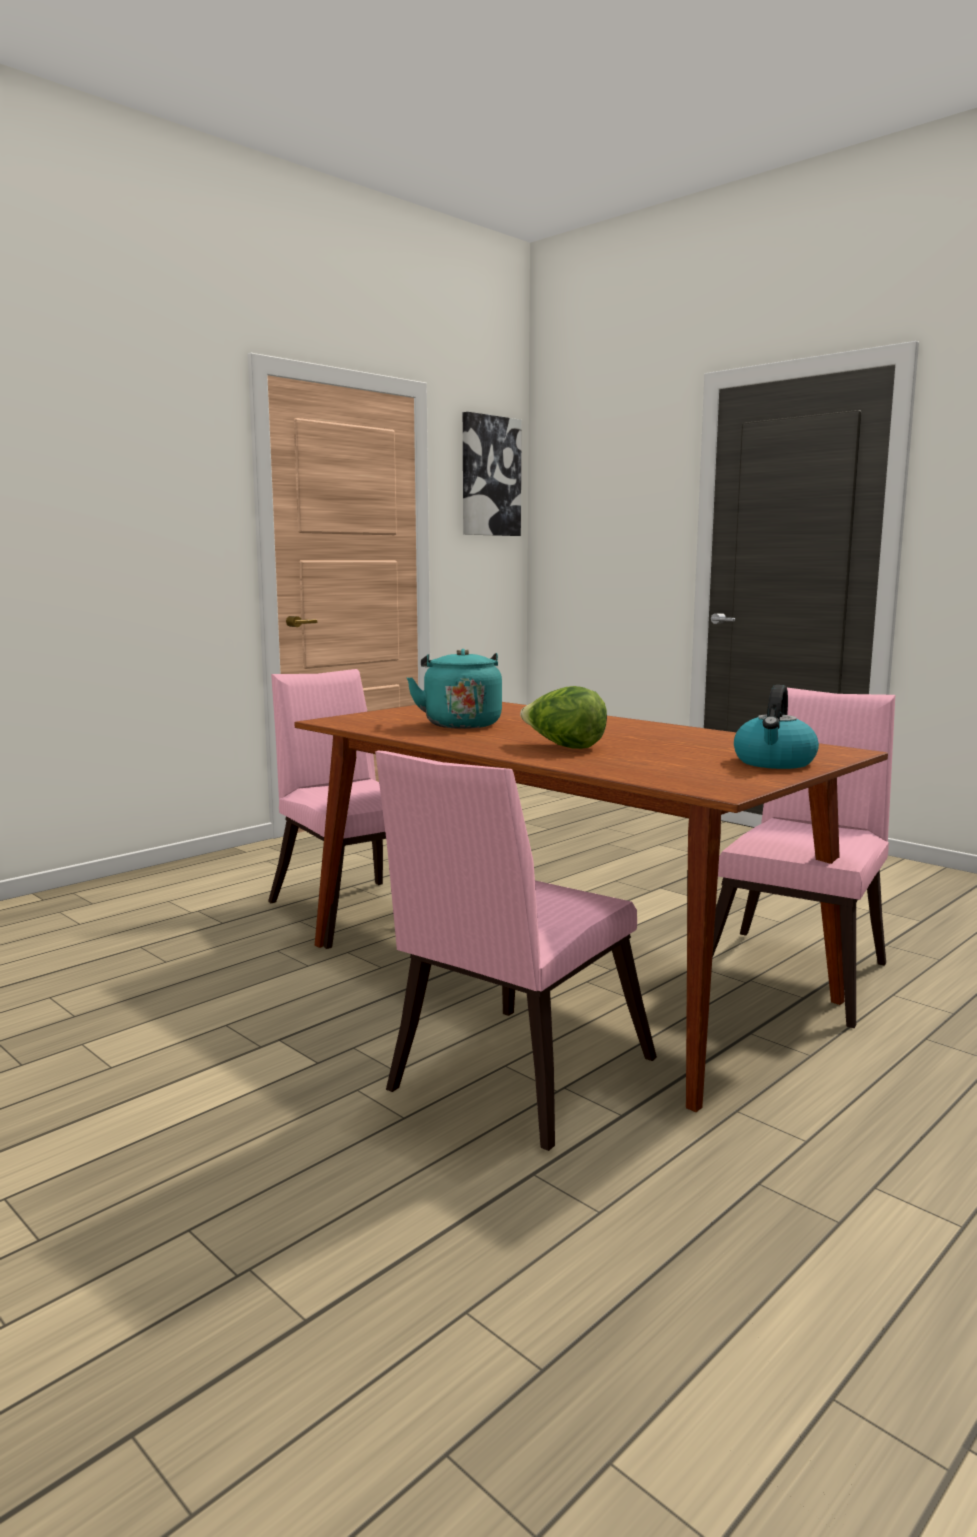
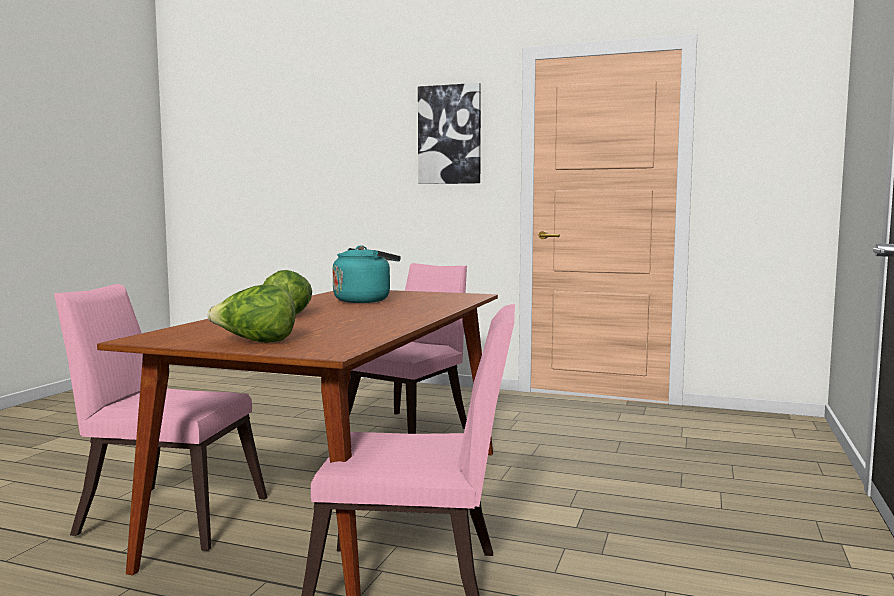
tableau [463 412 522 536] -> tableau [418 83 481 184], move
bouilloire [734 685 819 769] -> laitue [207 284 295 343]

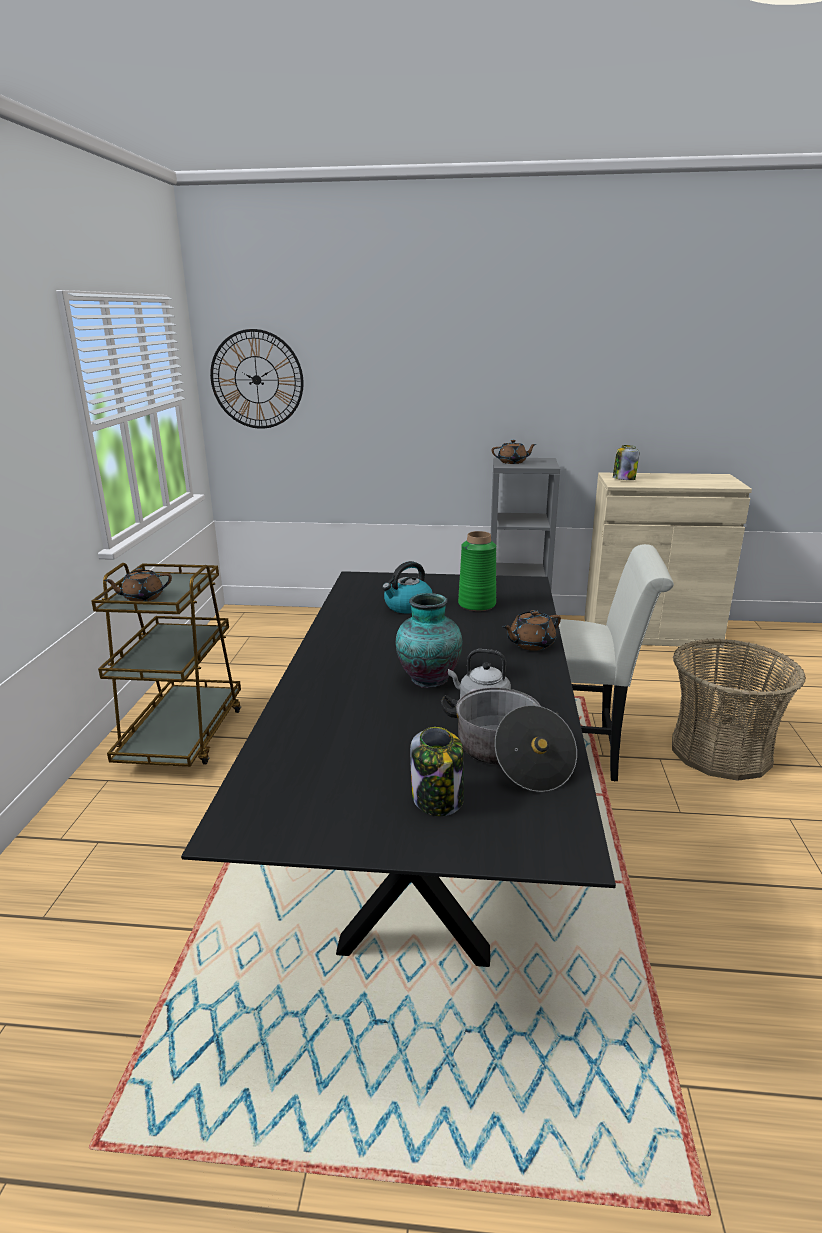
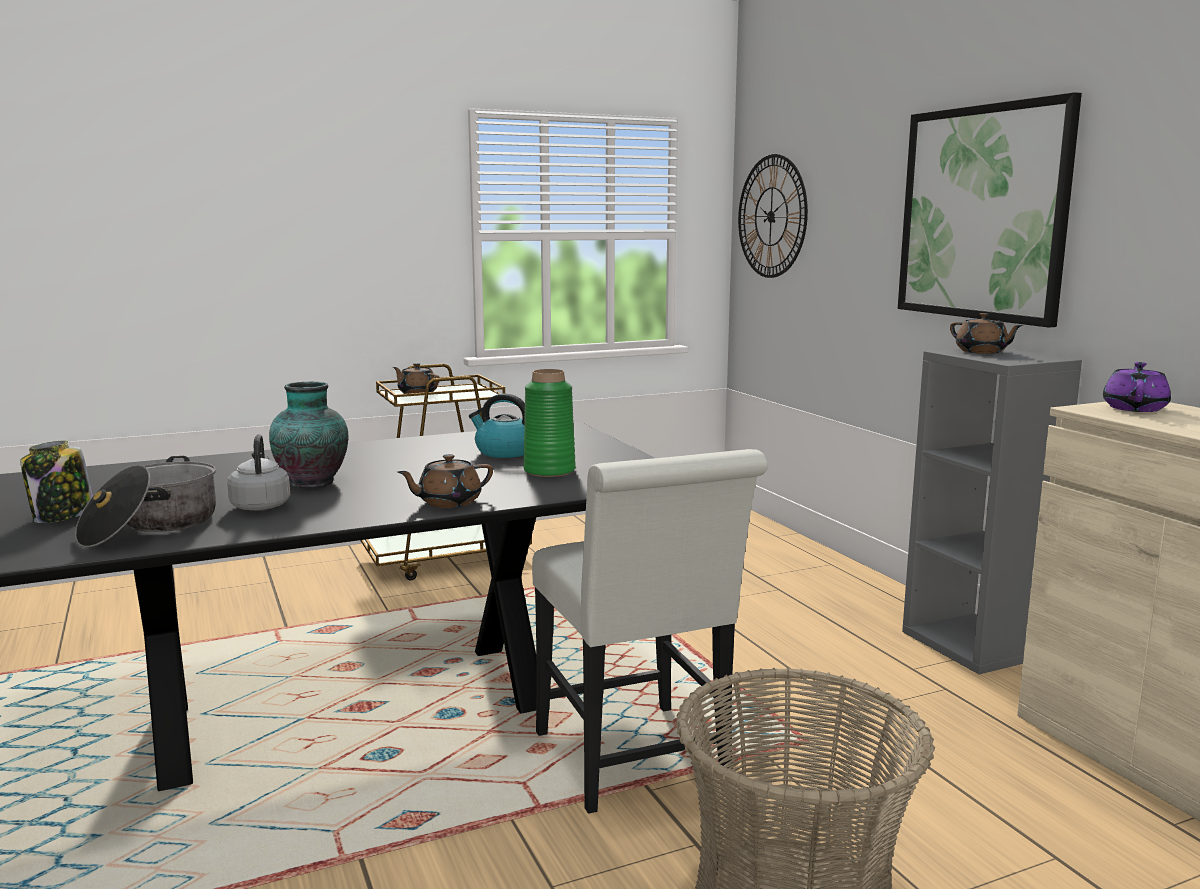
bocal [613 445 639 480] -> théière [violet] [1103 362 1171 412]
théière [marron] [502 610 561 651] -> théière [marron] [397 454 493 508], 60 degrees counterclockwise
none -> tableau [898 92 1082 328]

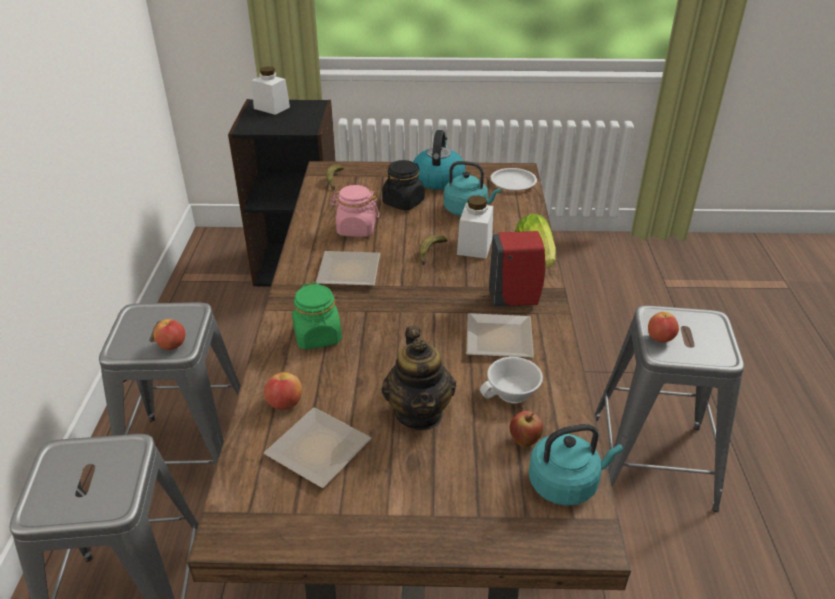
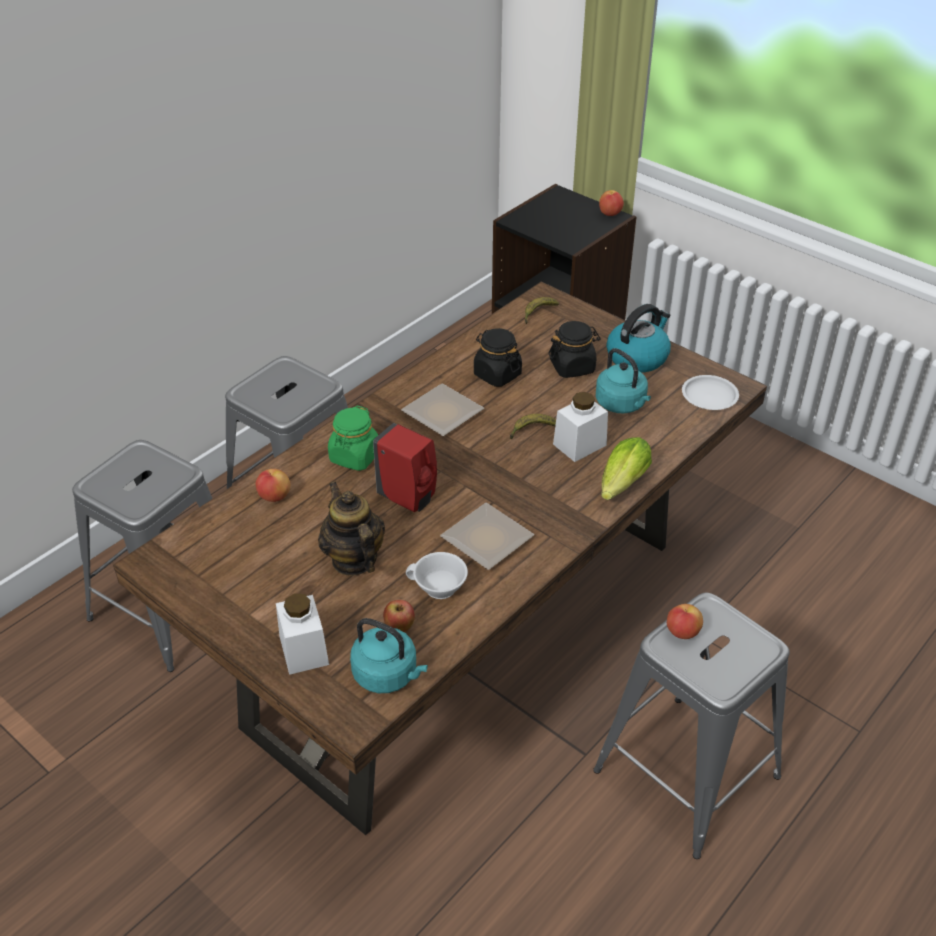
bocal [blanc] [251 67 290 115] -> bocal [blanc] [276 593 329 675], move
bocal [rose] [330 185 380 237] -> bocal [noir] [474 328 522 387]
distributeur de savon [rouge] [489 231 545 306] -> distributeur de savon [rouge] [373 423 437 512], move
pomme [153 319 185 350] -> pomme [599 190 624 216], move
théière [381 326 456 430] -> théière [318 481 385 576], 120 degrees clockwise
assiette [264 407 372 488] -> none

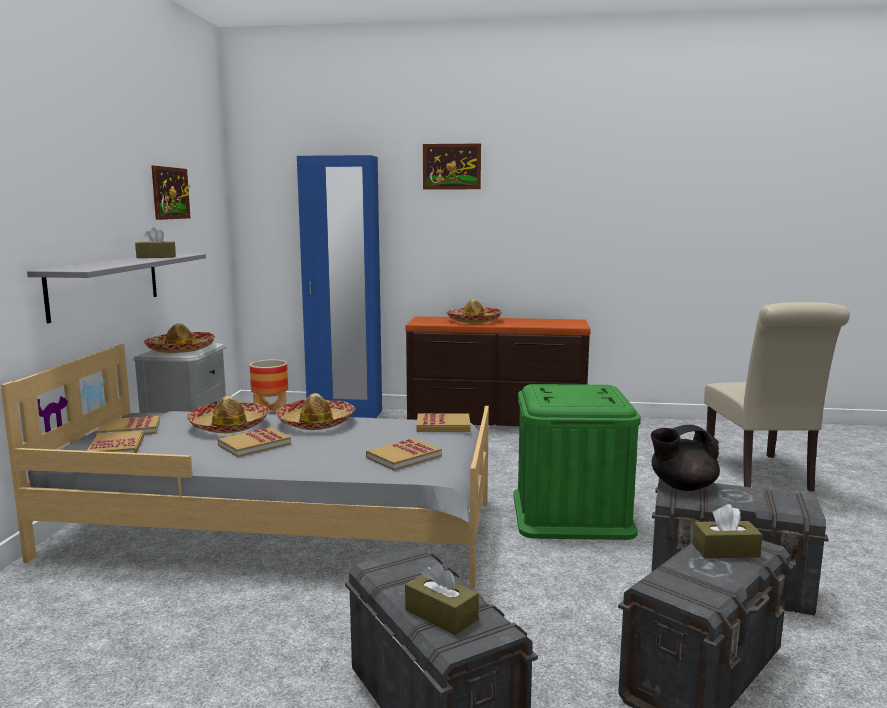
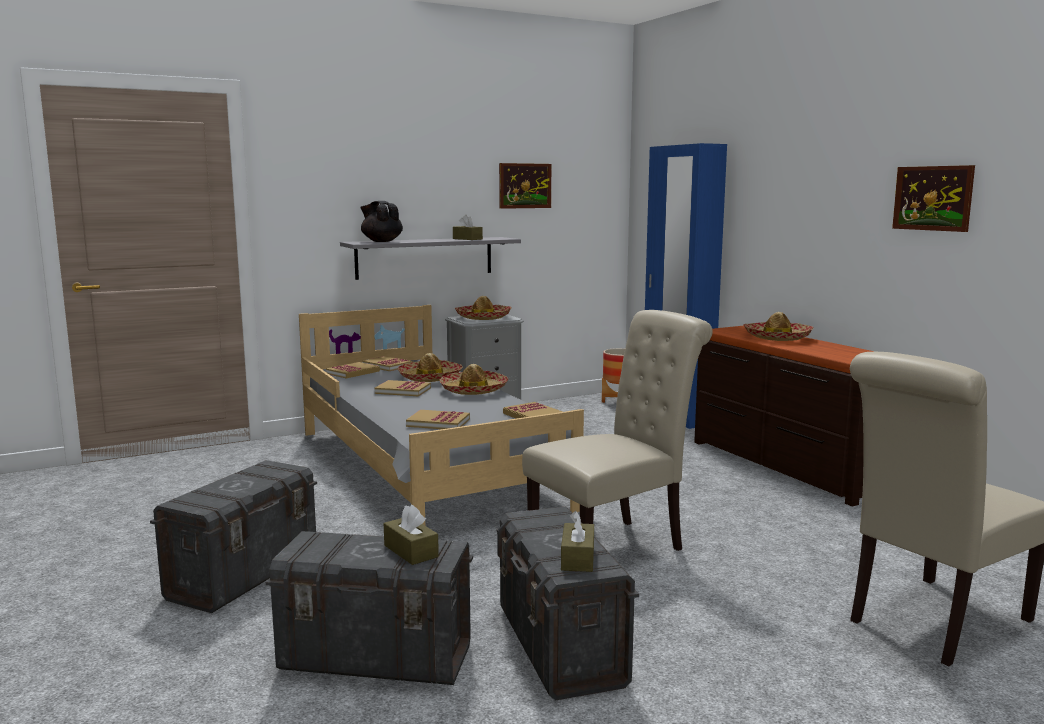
tableau [423 143 481 190] -> tableau [892 165 975 232], move
boîte de rangement [vert] [513 384 641 540] -> chaise [beige] [522 310 713 551]
théière [noir] [651 425 720 491] -> théière [noir] [360 201 403 242], move
boîte à mouchoirs [marron] [405 563 479 635] -> boîte à mouchoirs [marron] [561 511 594 572], move

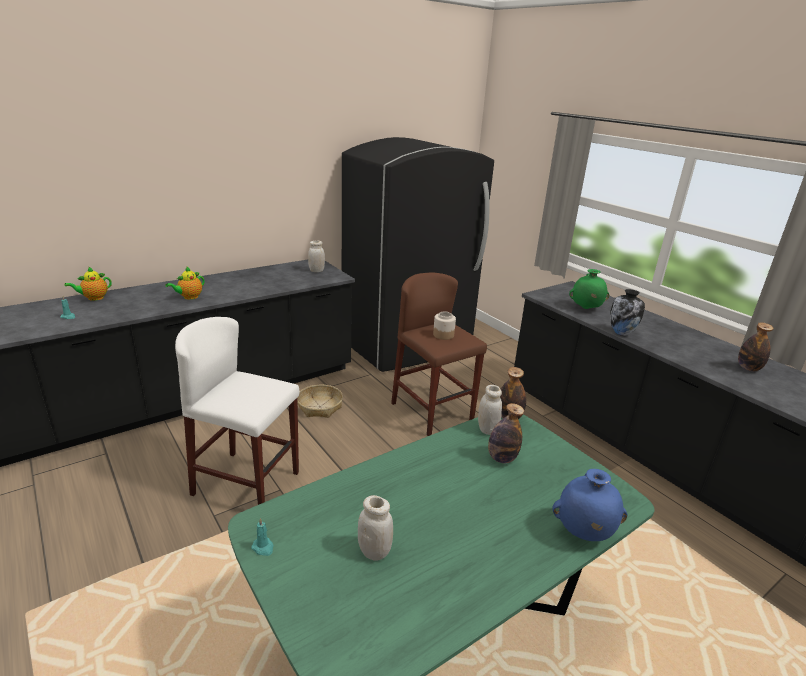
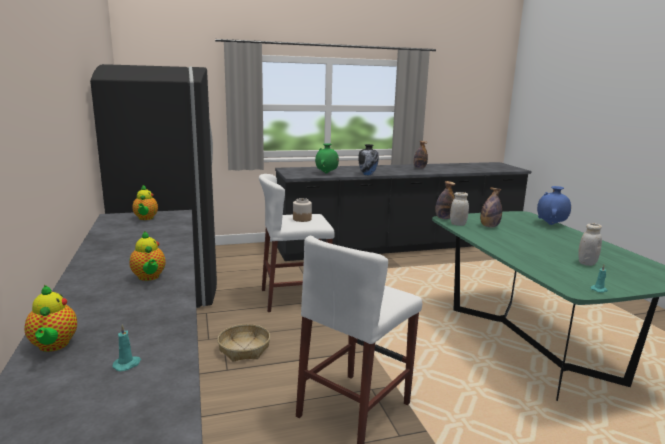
bocal [blanc] [308 241 325 272] -> théière [132 185 158 220]
tabouret [marron] [391 272 487 436] -> tabouret [blanc] [259 174 335 312]

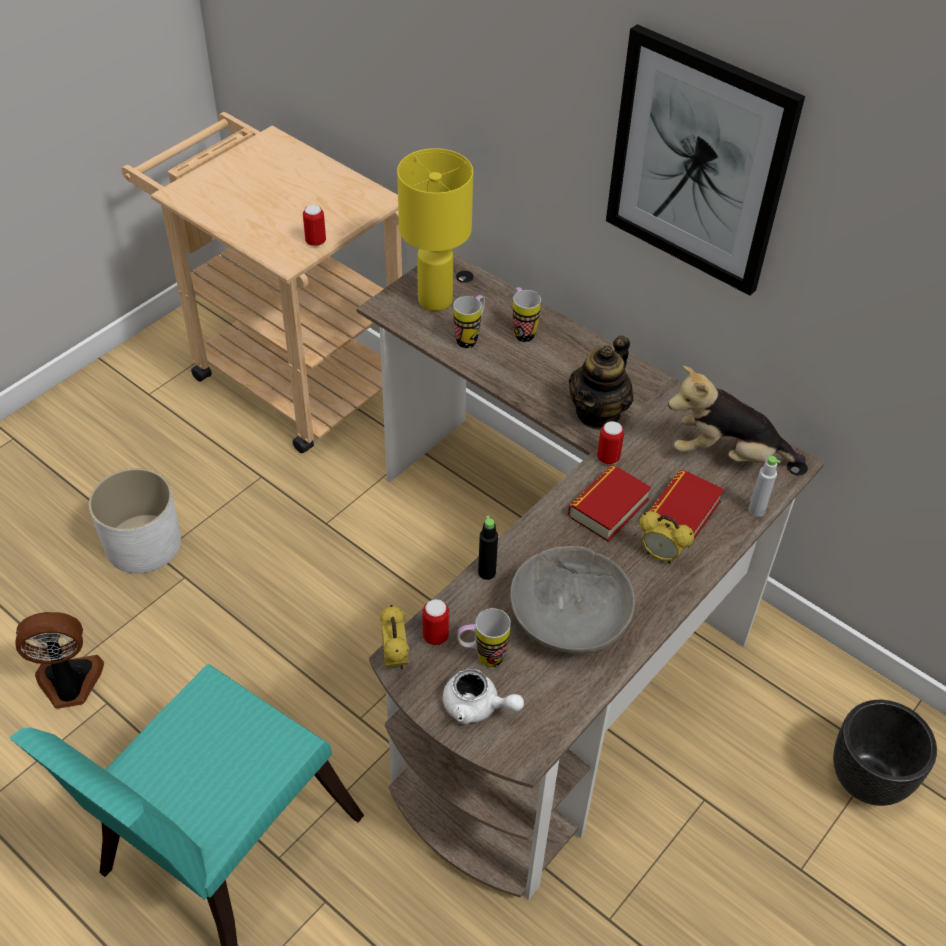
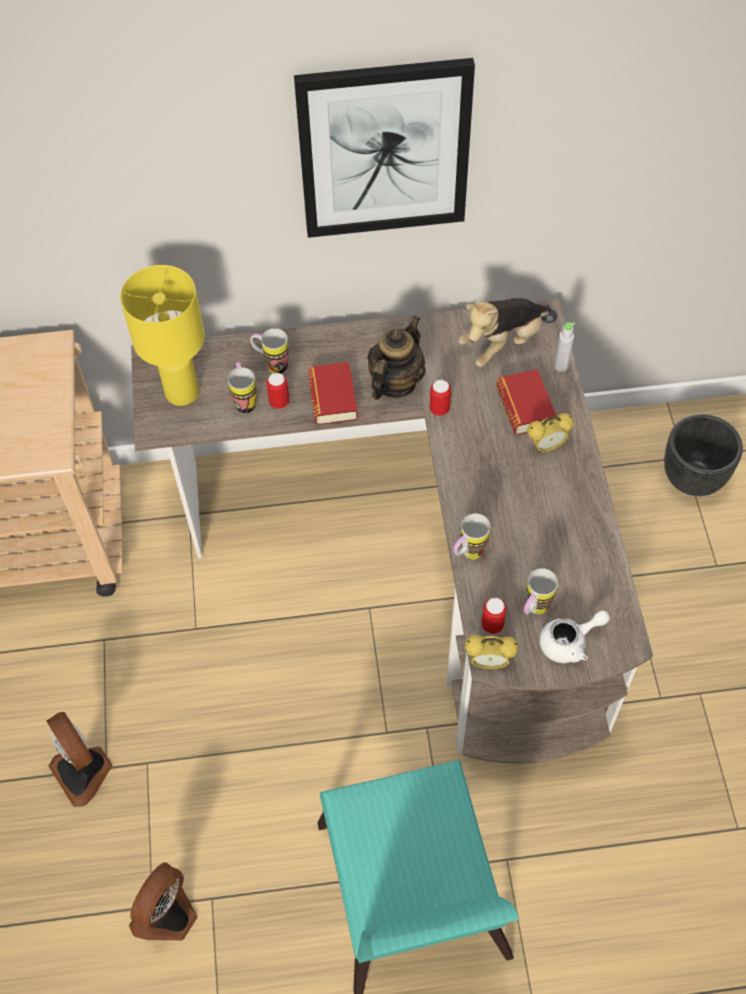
boîte métallique [303 205 326 246] -> boîte métallique [266 373 289 409], move
théière [569 335 633 430] -> théière [367 316 426 400], 135 degrees counterclockwise
livre [568 465 651 542] -> livre [308 362 358 425], move
cache-pot [blanc] [89 468 181 573] -> ventilateur [46 712 112 807]
bouteille [noir] [478 516 498 580] -> mug [453 513 490 559]
bol [gris] [510 546 635 654] -> none
réveil [380 605 409 670] -> réveil [465 635 518 669], 150 degrees clockwise

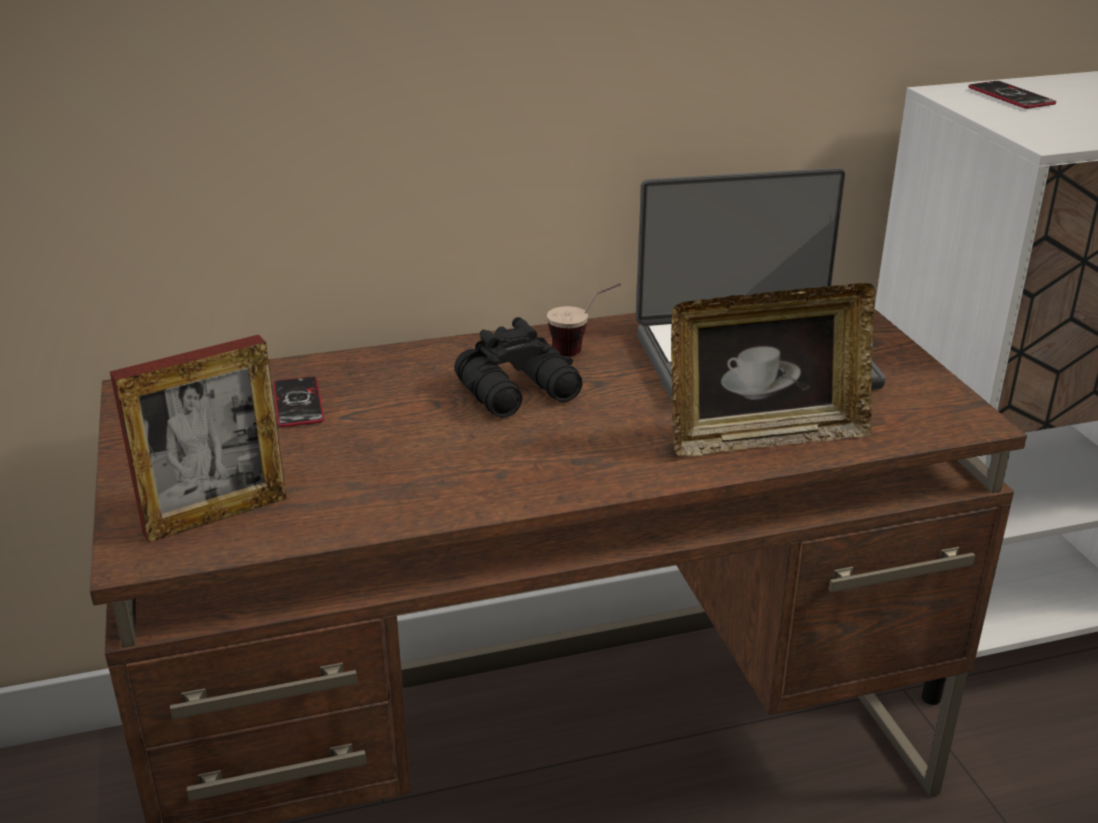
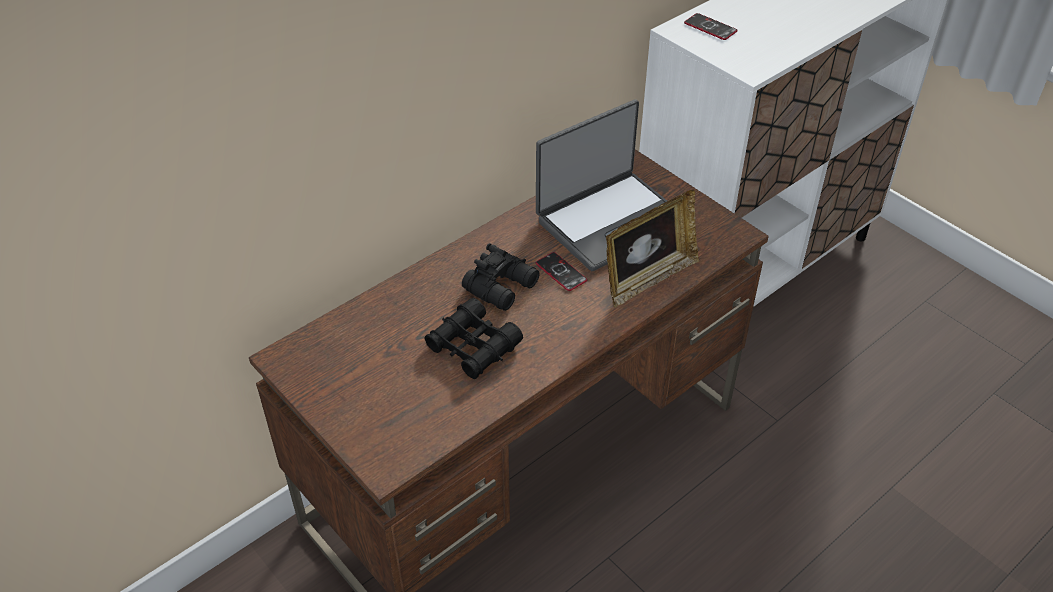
tasse [547 283 621 357] -> none
cadre photo [110 334 286 543] -> none
téléphone [273 376 324 427] -> téléphone [536 252 587 291], move
none -> jumelles [noir] [425 298 523 379]

